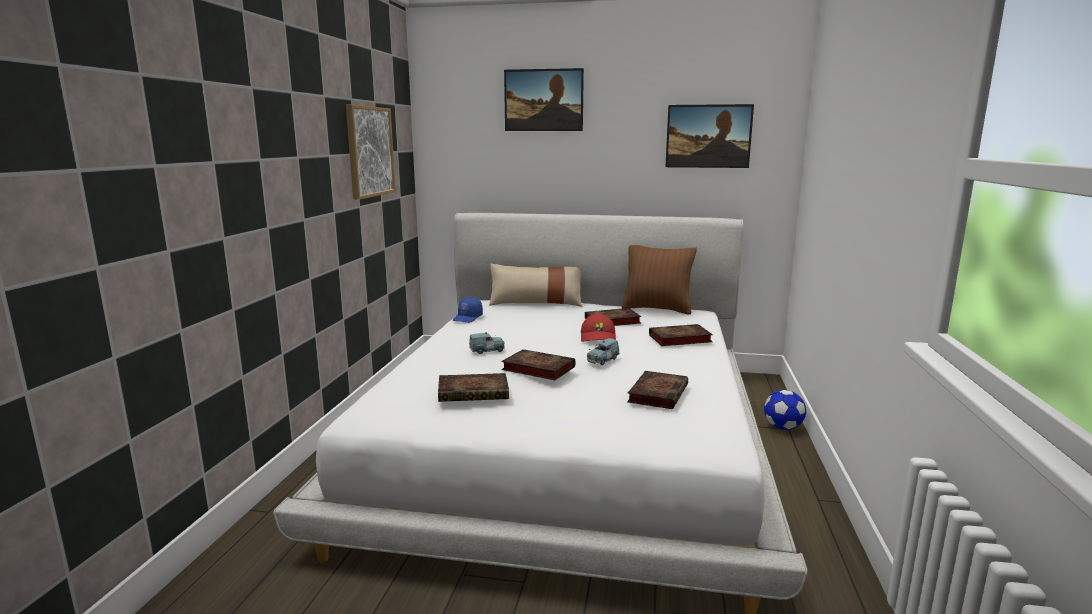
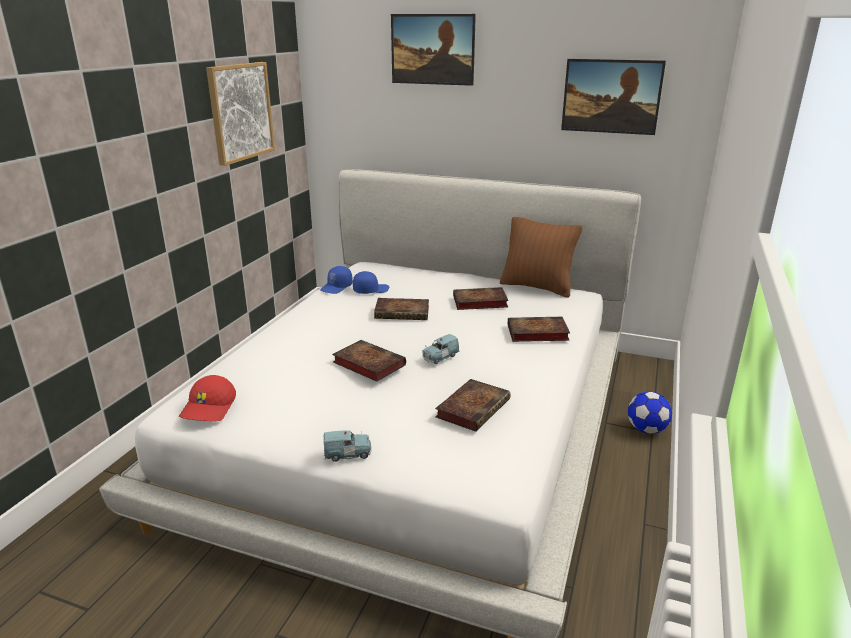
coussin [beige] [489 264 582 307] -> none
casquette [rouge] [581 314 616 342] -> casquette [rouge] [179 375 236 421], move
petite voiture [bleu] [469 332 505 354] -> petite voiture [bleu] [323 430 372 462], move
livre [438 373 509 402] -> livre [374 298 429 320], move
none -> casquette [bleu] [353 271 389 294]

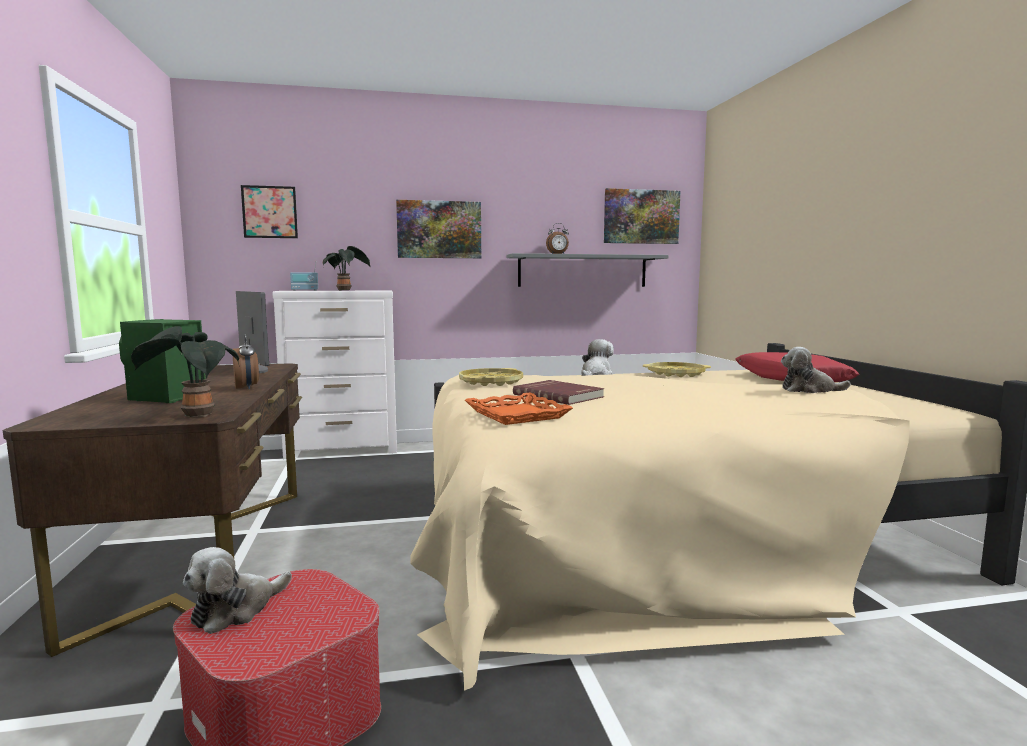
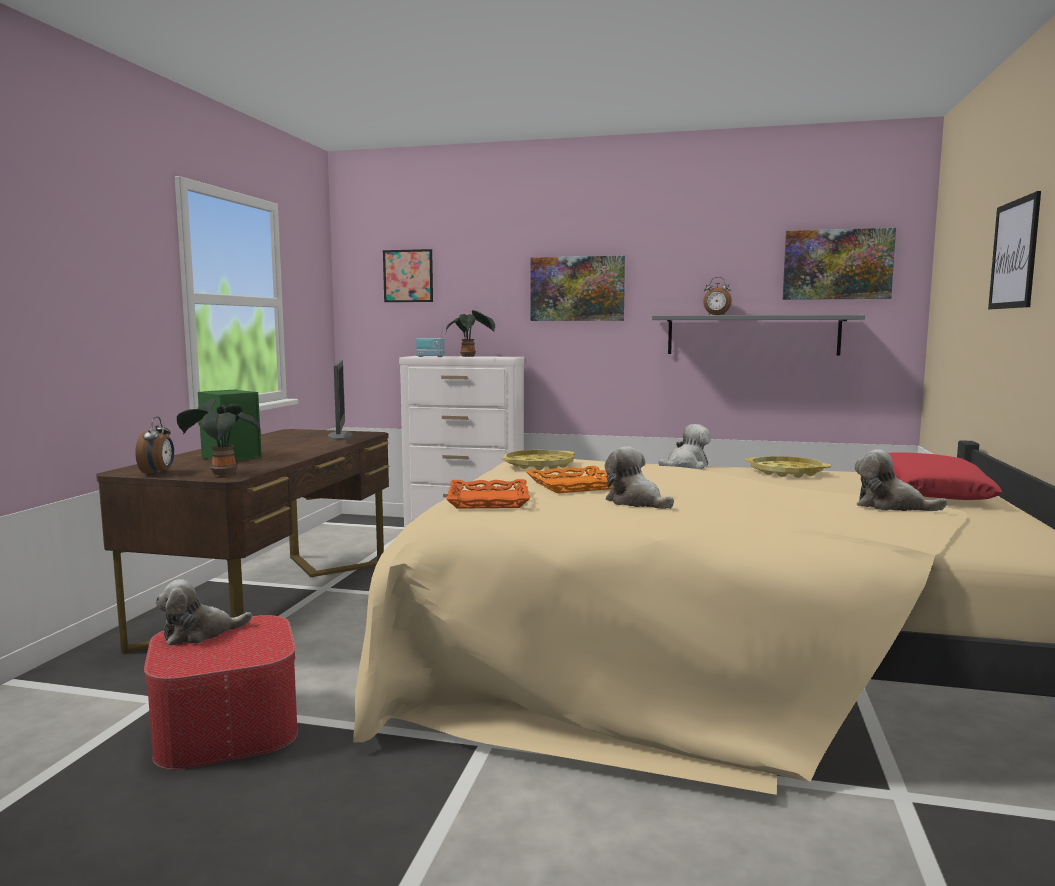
réveil [233 334 259 390] -> réveil [135 417 174 475], move
livre [rouge] [513 380 604 405] -> plateau [orange] [525 466 613 493]
none -> tableau [988 191 1041 309]
none -> peluche [605 446 674 509]

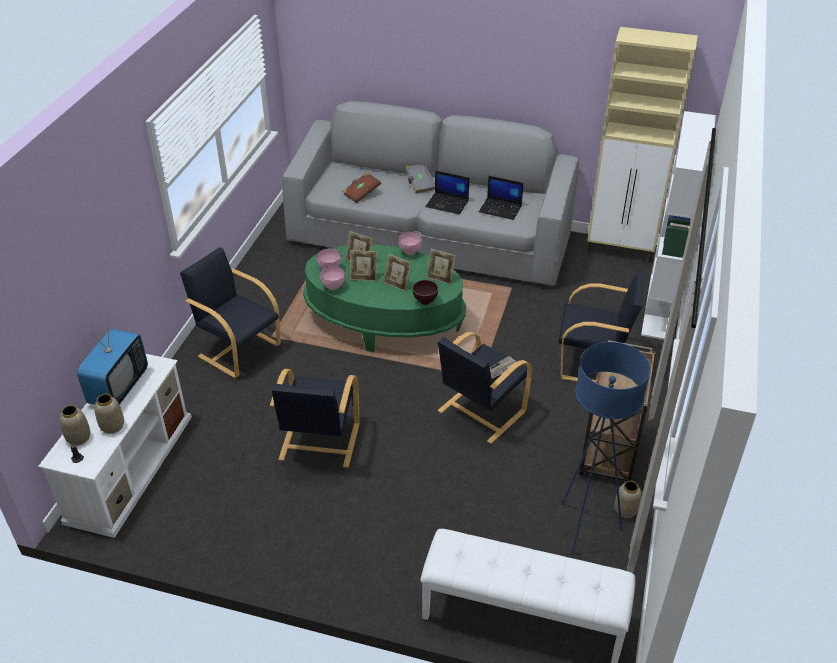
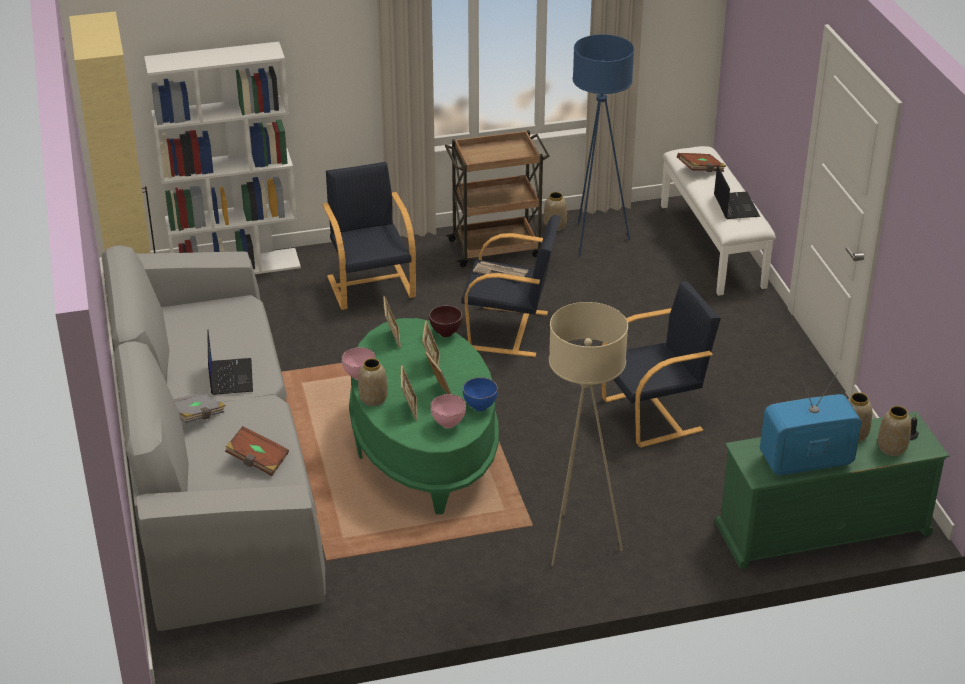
ordinateur portable [479 176 524 220] -> ordinateur portable [714 165 760 219], move
fauteuil [noir] [180 247 281 378] -> lampadaire [beige] [549 302 628 566]
bol [rose] [320 266 345 290] -> bol [bleu] [463 377 498 411]
meuble télé [blanc] [38 354 192 538] -> meuble télé [vert] [715 412 949 569]
none -> livre [marron] [677 153 726 172]
none -> vase [358 358 388 406]

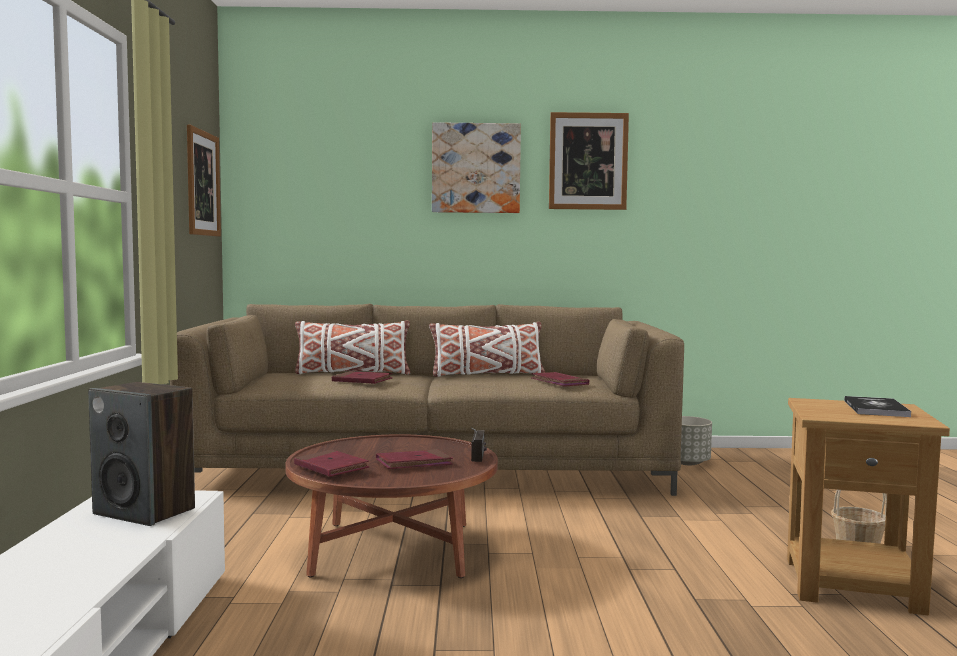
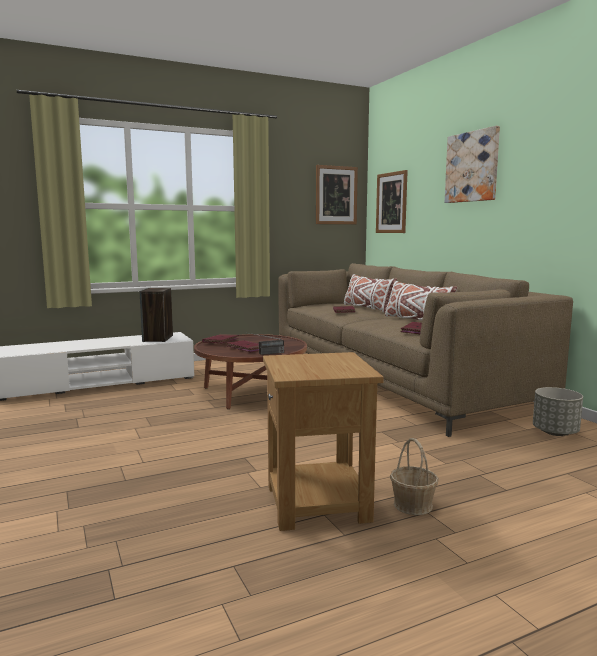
tableau [549 112 629 210] -> tableau [376 170 408 233], move
livre [844 396 911 417] -> none

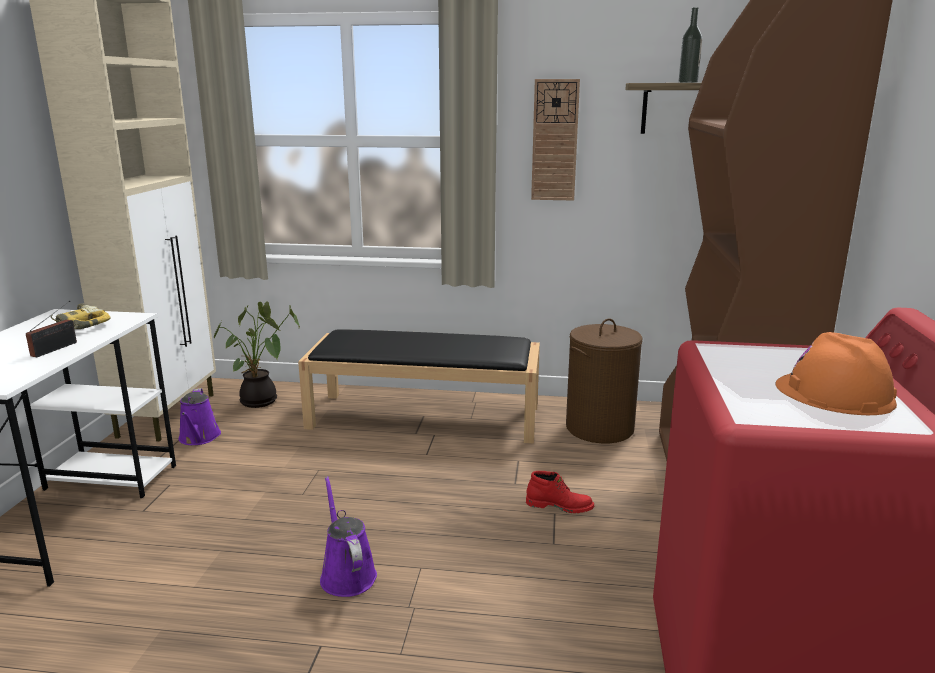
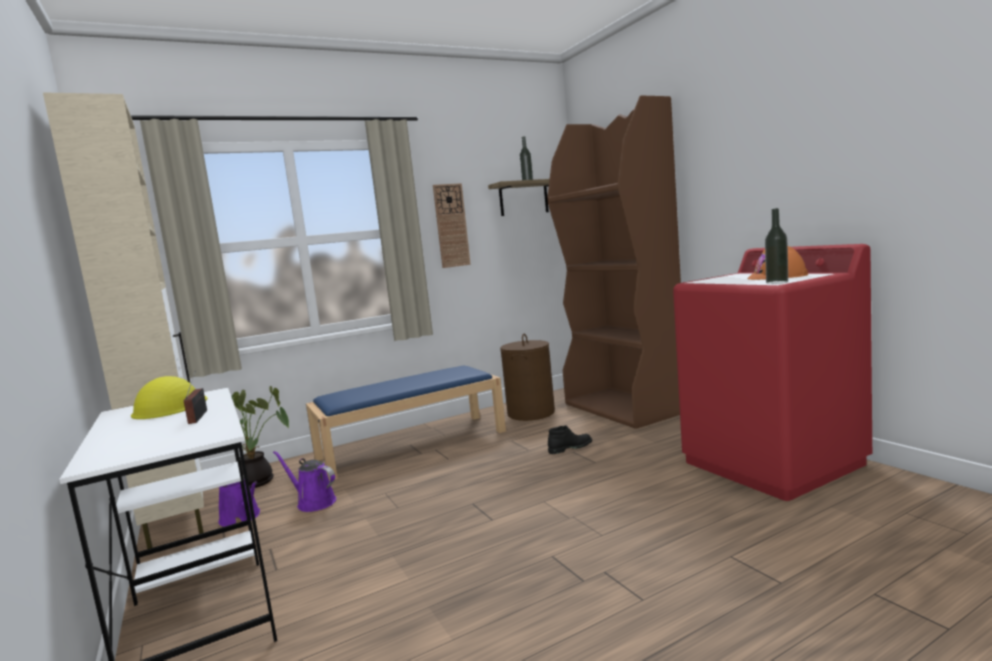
perceuse [51 303 110 329] -> casque de chantier [jaune] [131 376 207 419]
banc [noir] [298 329 540 444] -> banc [bleu] [306 366 506 481]
botte [rouge] [526 471 594 513] -> botte [noir] [548 425 592 454]
arrosoir [violet] [320 476 377 597] -> arrosoir [violet] [273 451 336 512], move
none -> bouteille [765 208 788 284]

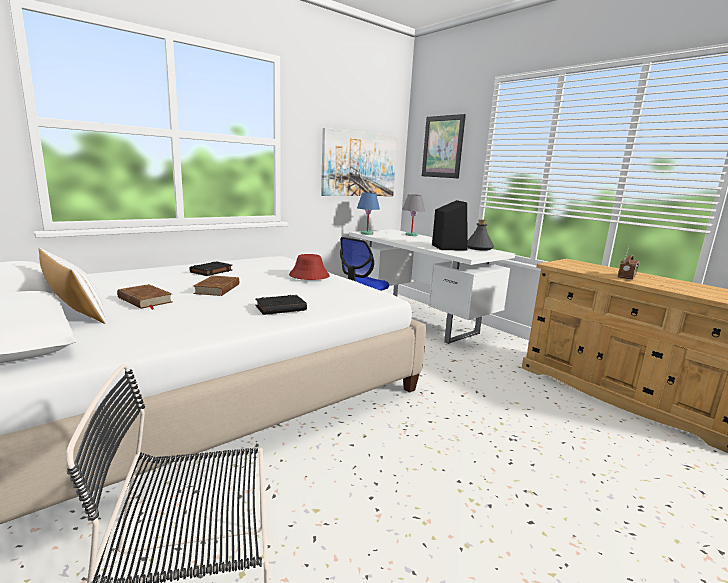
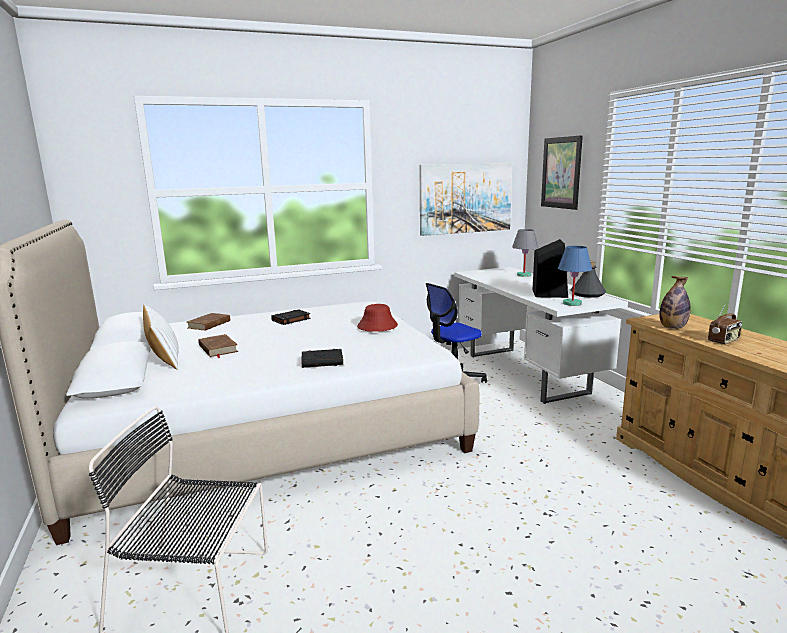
lampe de table [bleu] [357 192 380 235] -> lampe de table [bleu] [558 246 592 306], move
livre [marron] [193 276 239 296] -> livre [marron] [187 313 230 331], move
none -> bouteille [659 276 690 329]

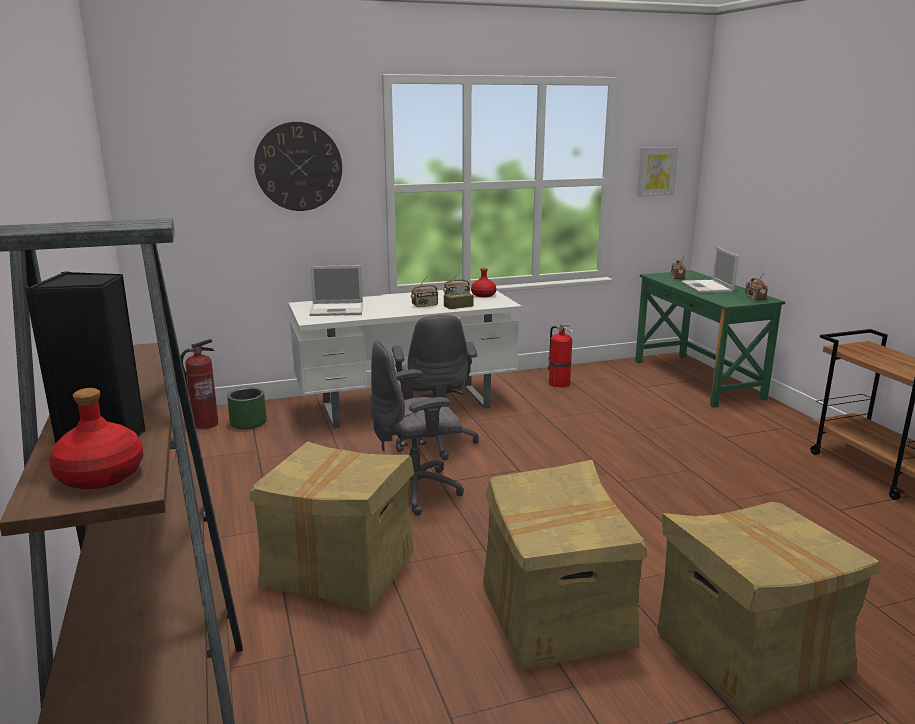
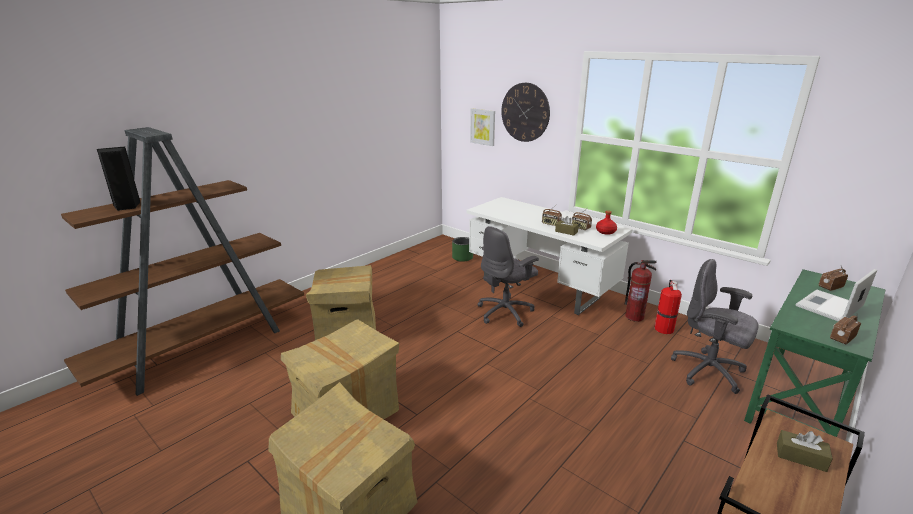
tableau [637 147 679 197] -> tableau [470 108 495 146], move
ordinateur portable [309 265 363 316] -> none
extincteur [181 339 219 429] -> extincteur [625 260 657 322], move
chaise de bureau [gris] [370 340 464 516] -> chaise de bureau [gris] [671 259 759 394], move
bouteille [rouge] [49 388 143 489] -> none
none -> boîte à mouchoirs [marron] [777 430 833 472]

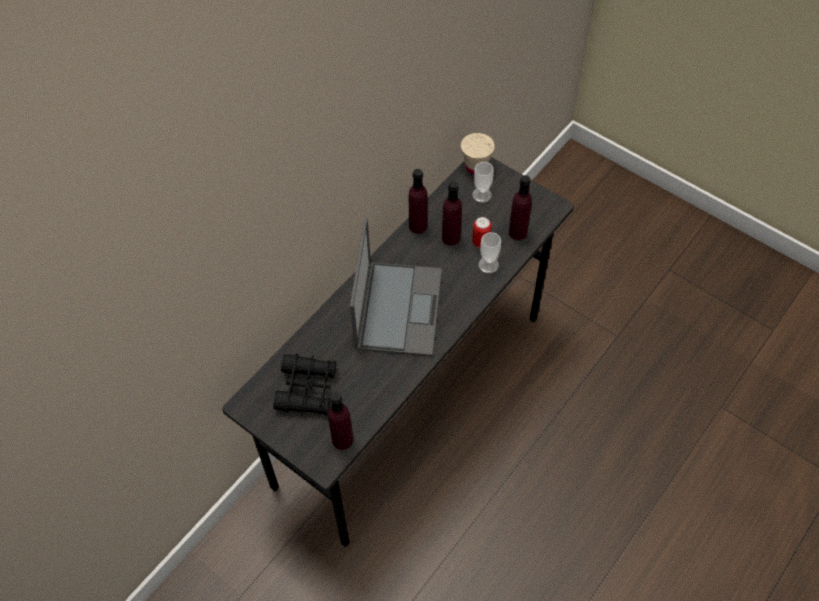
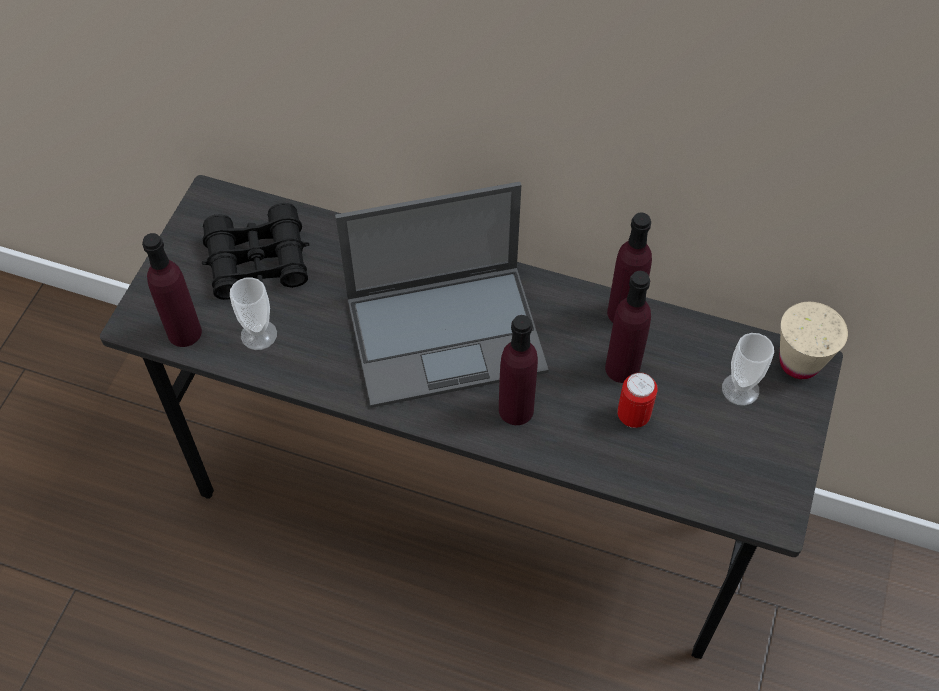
bouteille [violet] [509 175 532 240] -> bouteille [violet] [499 315 538 425], move
tasse [478 232 501 273] -> tasse [230 277 277 350], move

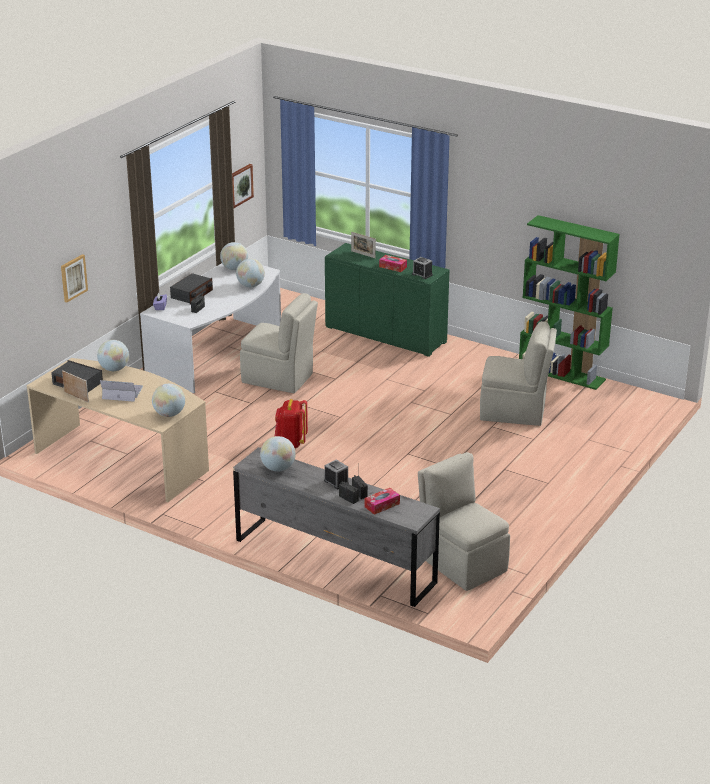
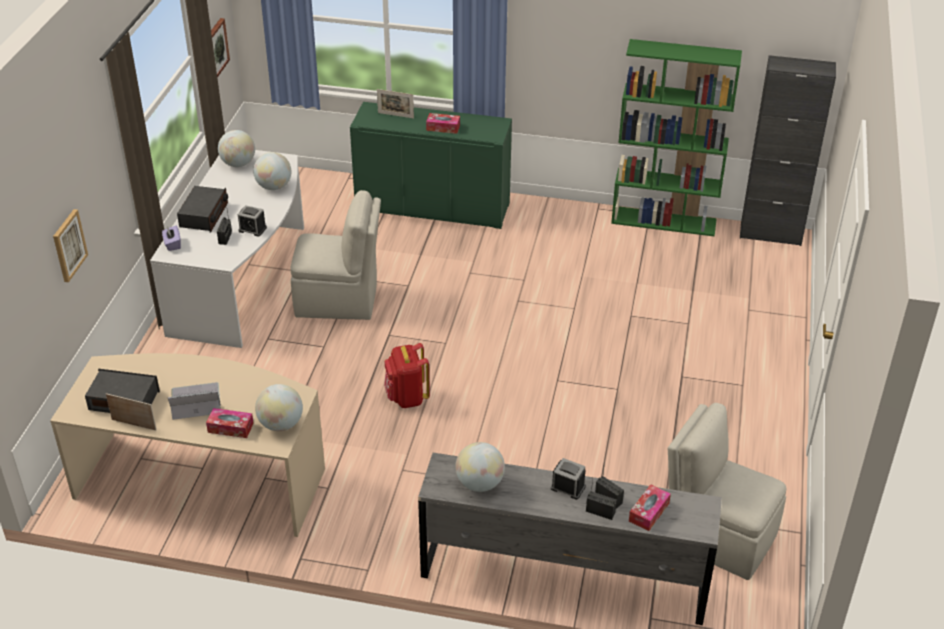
réveil [412 257 433 279] -> réveil [238 206 267 237], move
chaise [beige] [480 321 557 426] -> none
globe [97 340 129 371] -> none
none -> meuble de rangement [noir] [740 55 836 246]
none -> boîte à mouchoirs [206 408 254 438]

